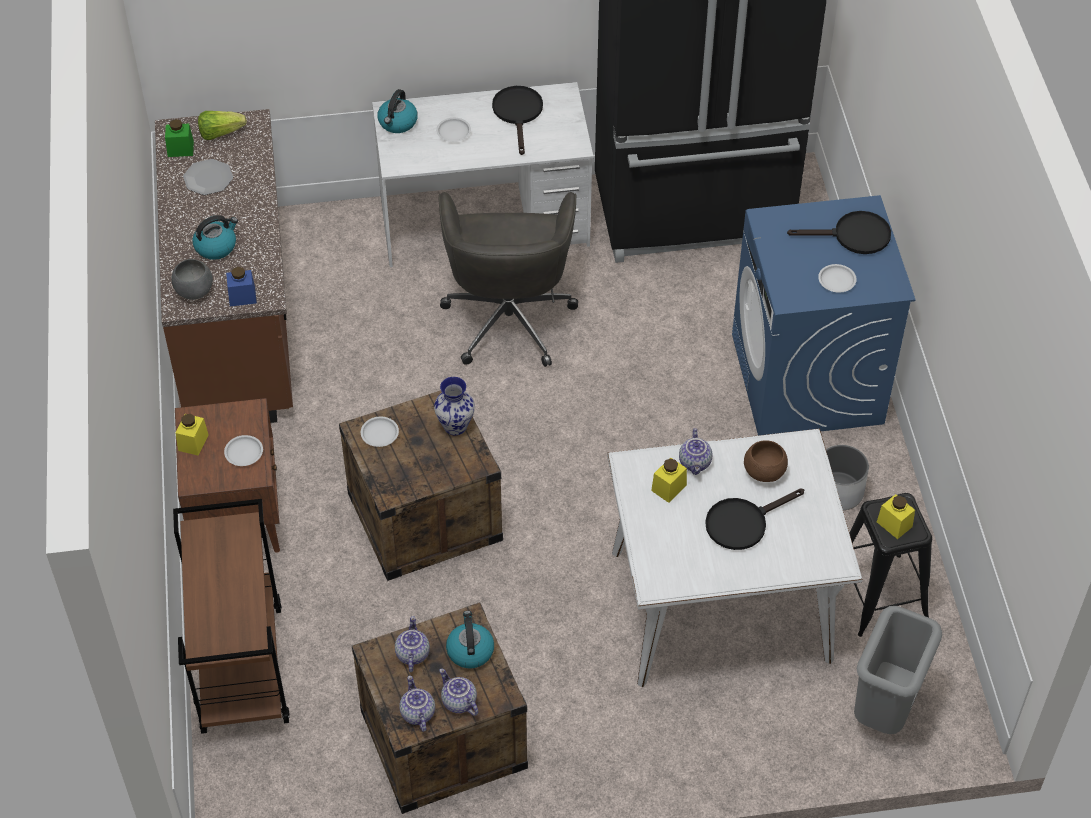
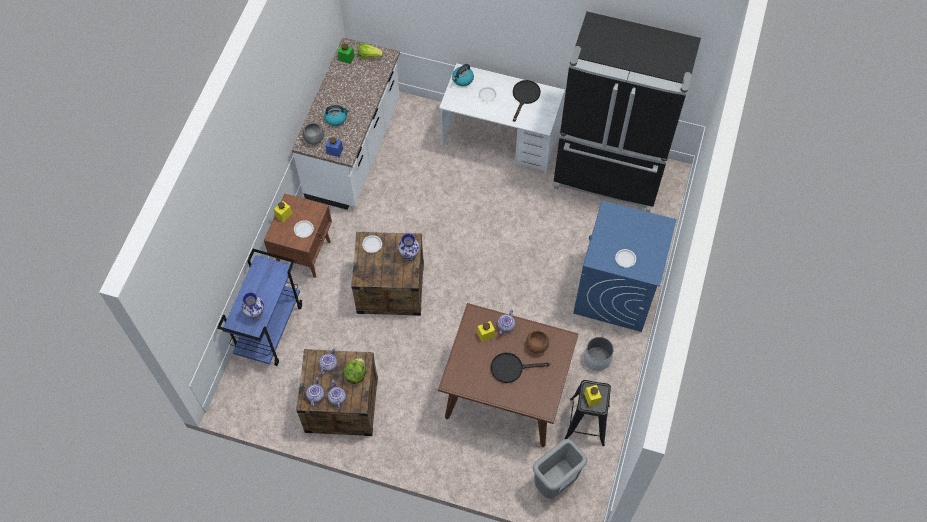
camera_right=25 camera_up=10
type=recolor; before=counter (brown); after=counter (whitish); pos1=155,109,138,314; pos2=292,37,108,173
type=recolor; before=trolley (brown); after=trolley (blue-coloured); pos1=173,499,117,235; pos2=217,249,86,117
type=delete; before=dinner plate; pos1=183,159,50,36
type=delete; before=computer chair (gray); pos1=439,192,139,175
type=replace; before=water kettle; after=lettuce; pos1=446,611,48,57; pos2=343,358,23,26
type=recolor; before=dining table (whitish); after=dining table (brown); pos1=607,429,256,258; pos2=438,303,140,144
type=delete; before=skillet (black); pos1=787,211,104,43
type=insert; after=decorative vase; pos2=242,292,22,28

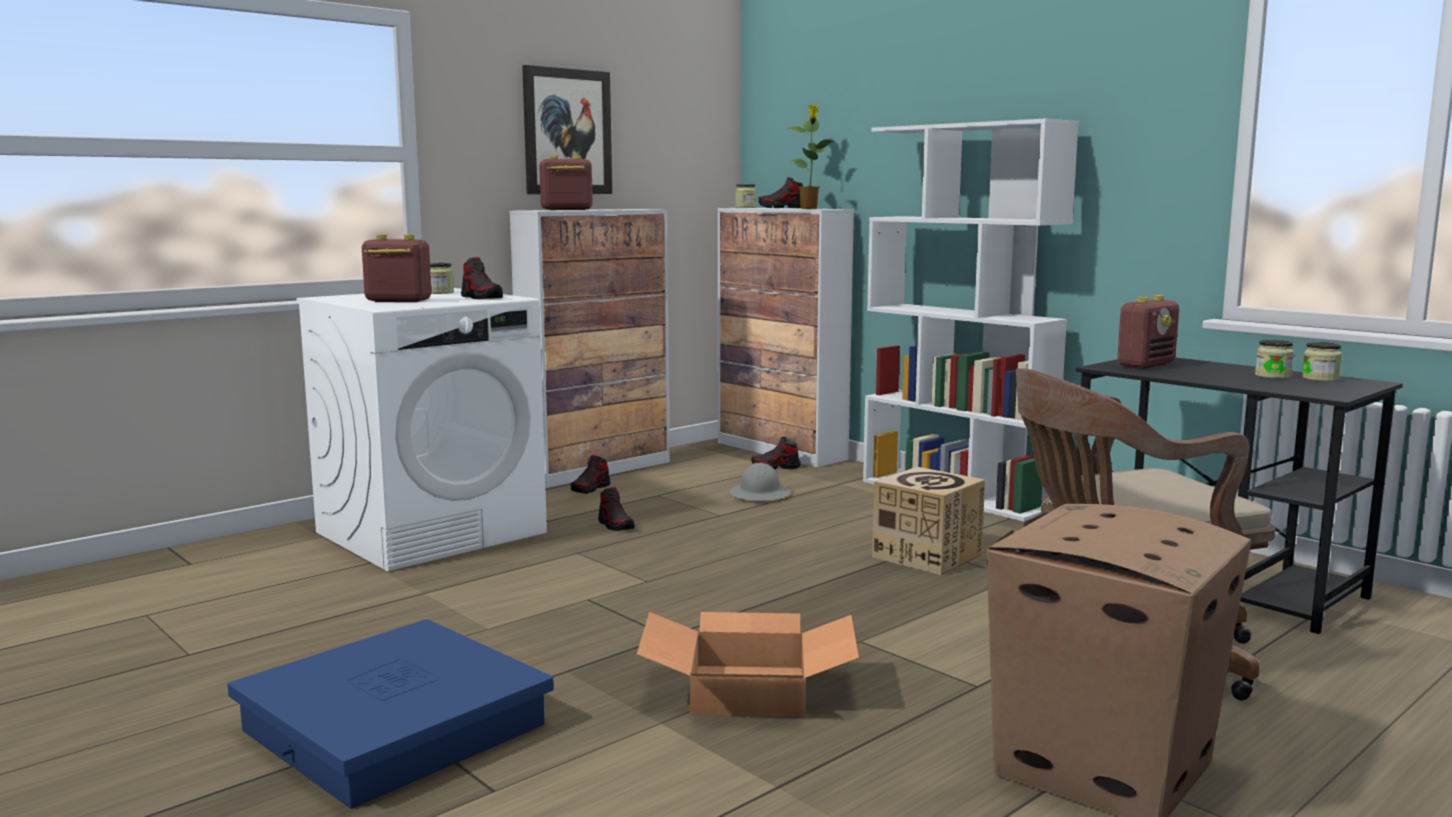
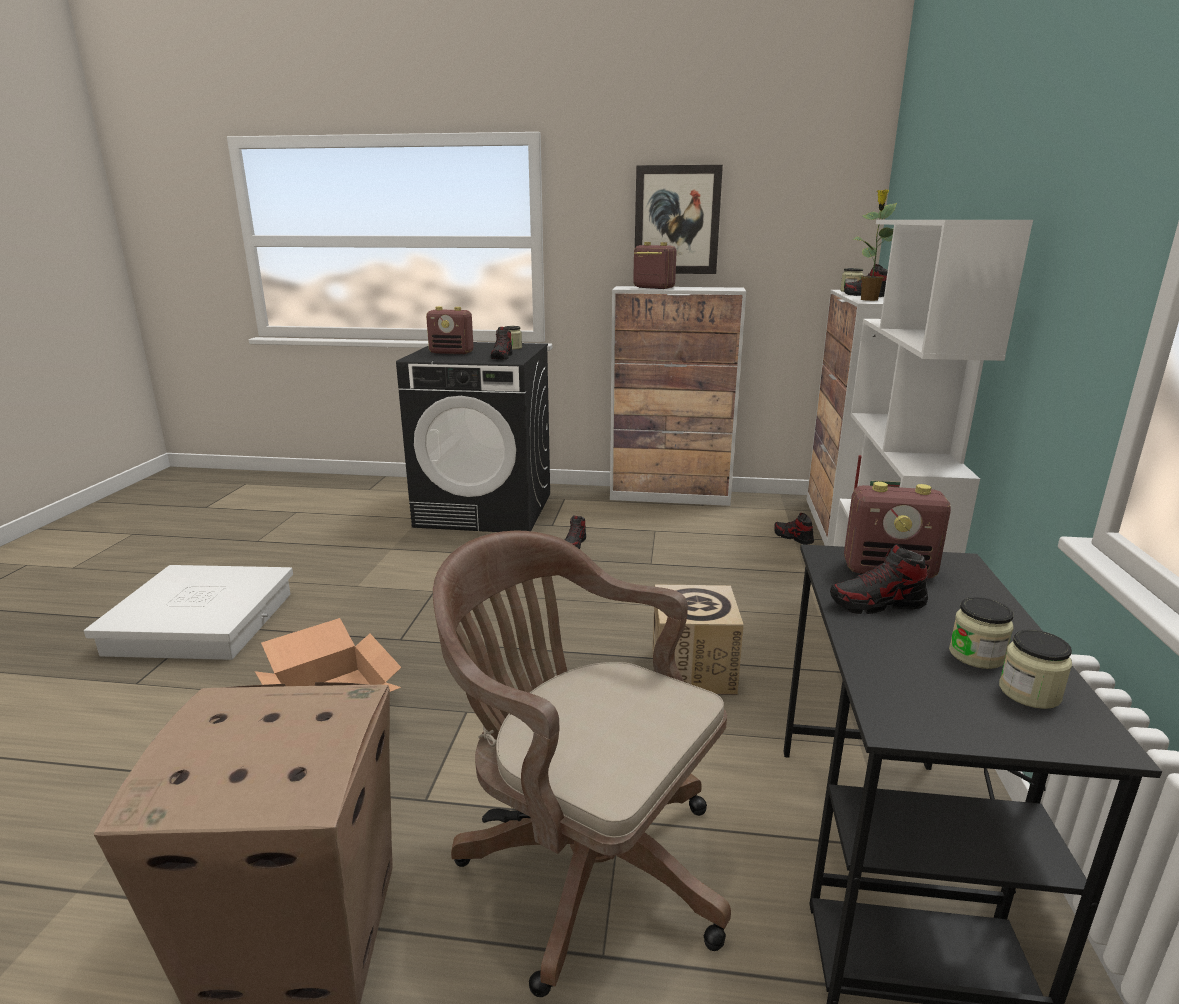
camera_right=50 camera_up=10
type=recolor; before=storage bin (blue-coloured); after=storage bin (whitish); pos1=227,619,327,190; pos2=84,565,209,95
type=recolor; before=washing machine (whitish); after=washing machine (black); pos1=296,288,251,283; pos2=396,342,154,190
type=rotate; before=radio receiver; pos1=362,235,69,67; pos2=426,306,48,49; turn=135
type=move; before=low shoe; pos1=571,455,39,39; pos2=830,544,98,70
type=delete; before=safety helmet (gray); pos1=730,462,60,39

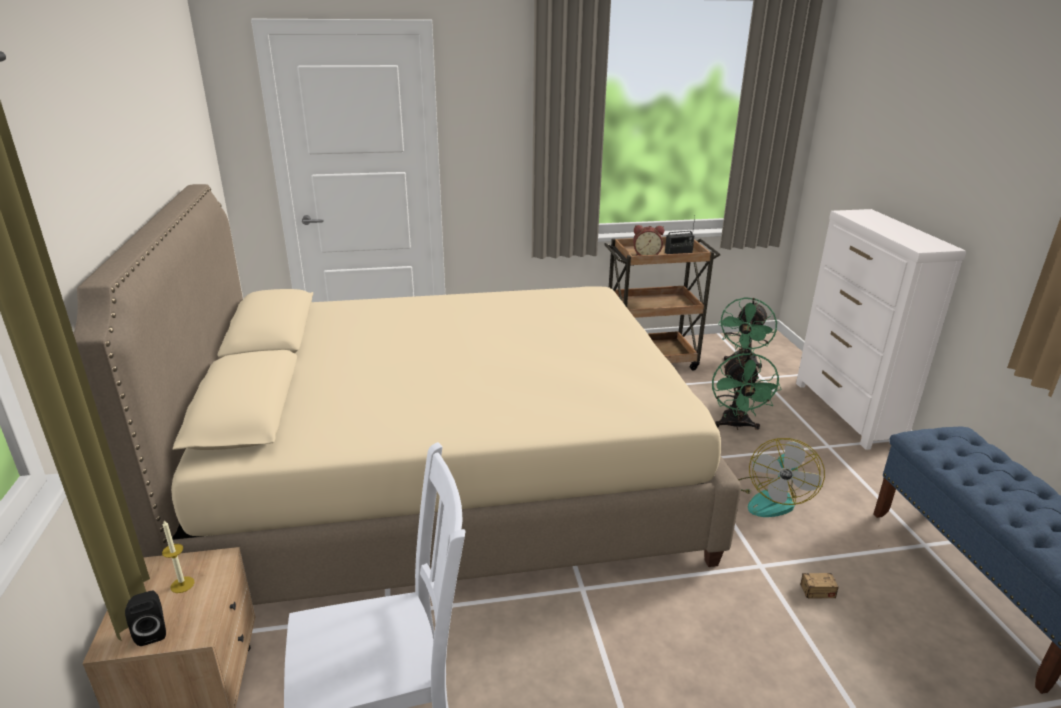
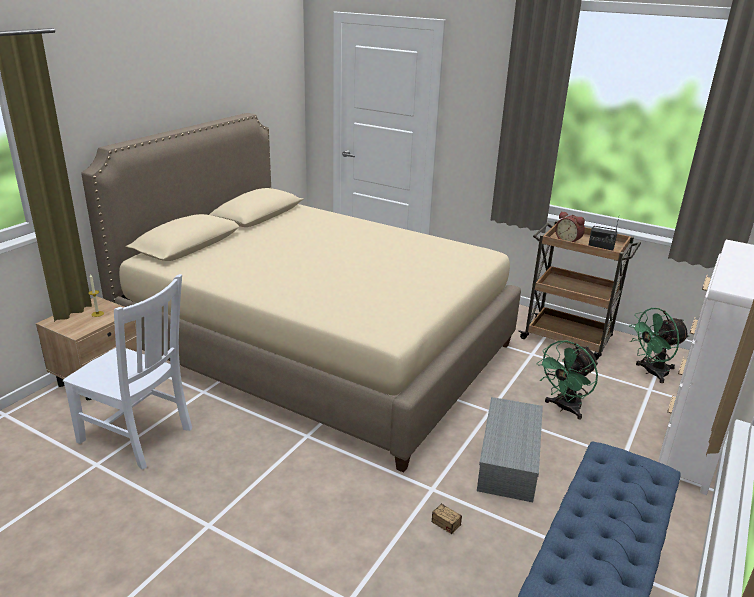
camera_right=40 camera_up=0
type=delete; before=speaker (black); pos1=125,591,41,55
type=replace; before=fan; after=storage bin (gray); pos1=738,438,87,79; pos2=477,397,66,105

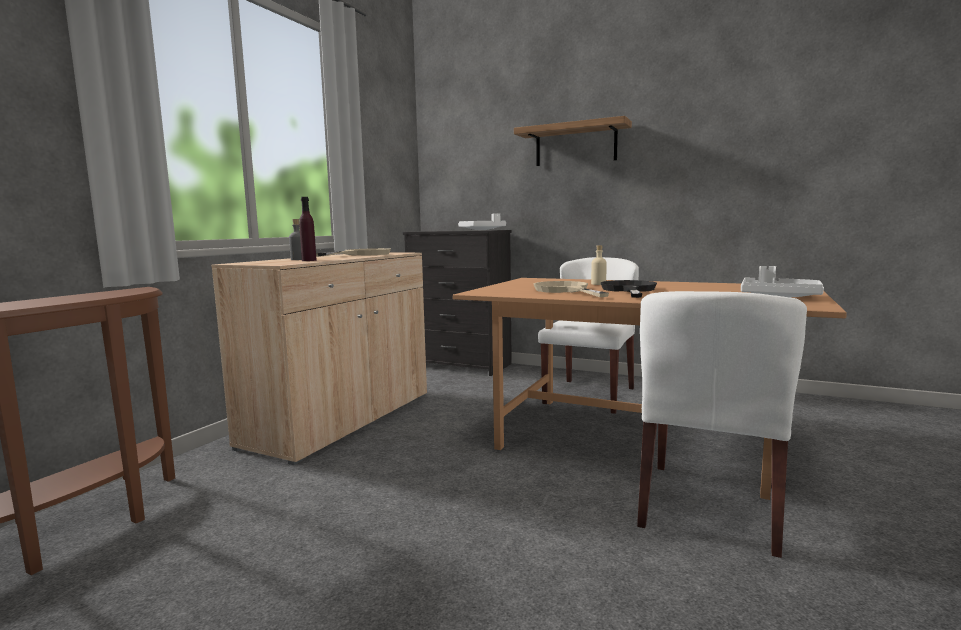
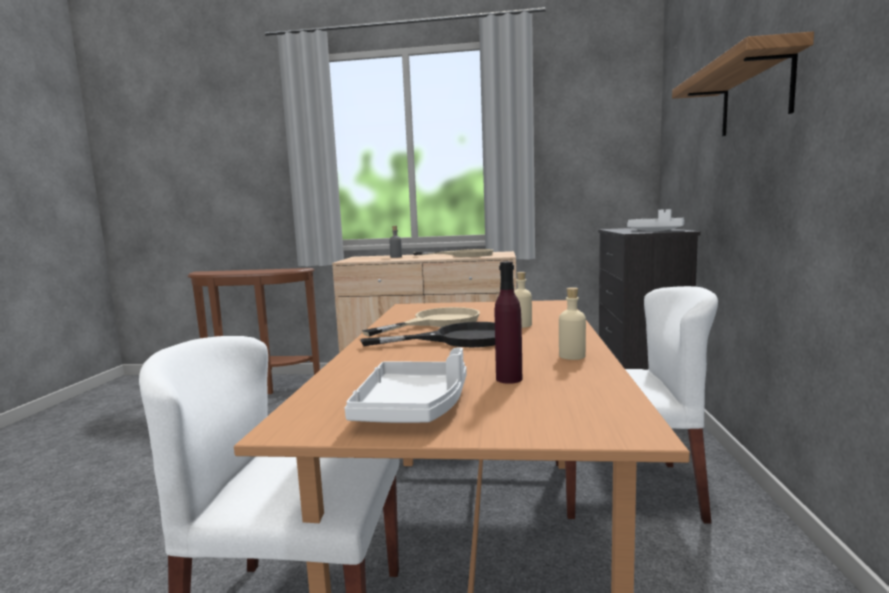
camera_right=70 camera_up=0
type=move; before=beverage bottle (purplish); pos1=299,197,18,64; pos2=495,261,27,123
type=insert; after=beverage bottle (beige-coloured); pos2=559,287,27,73

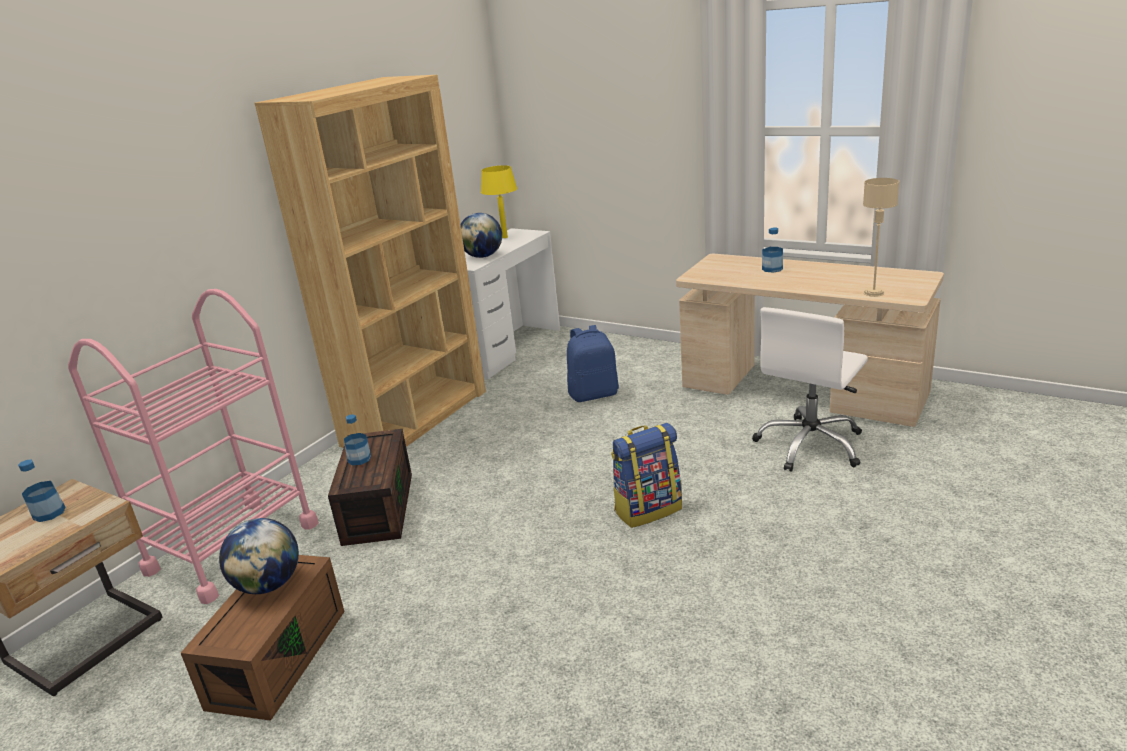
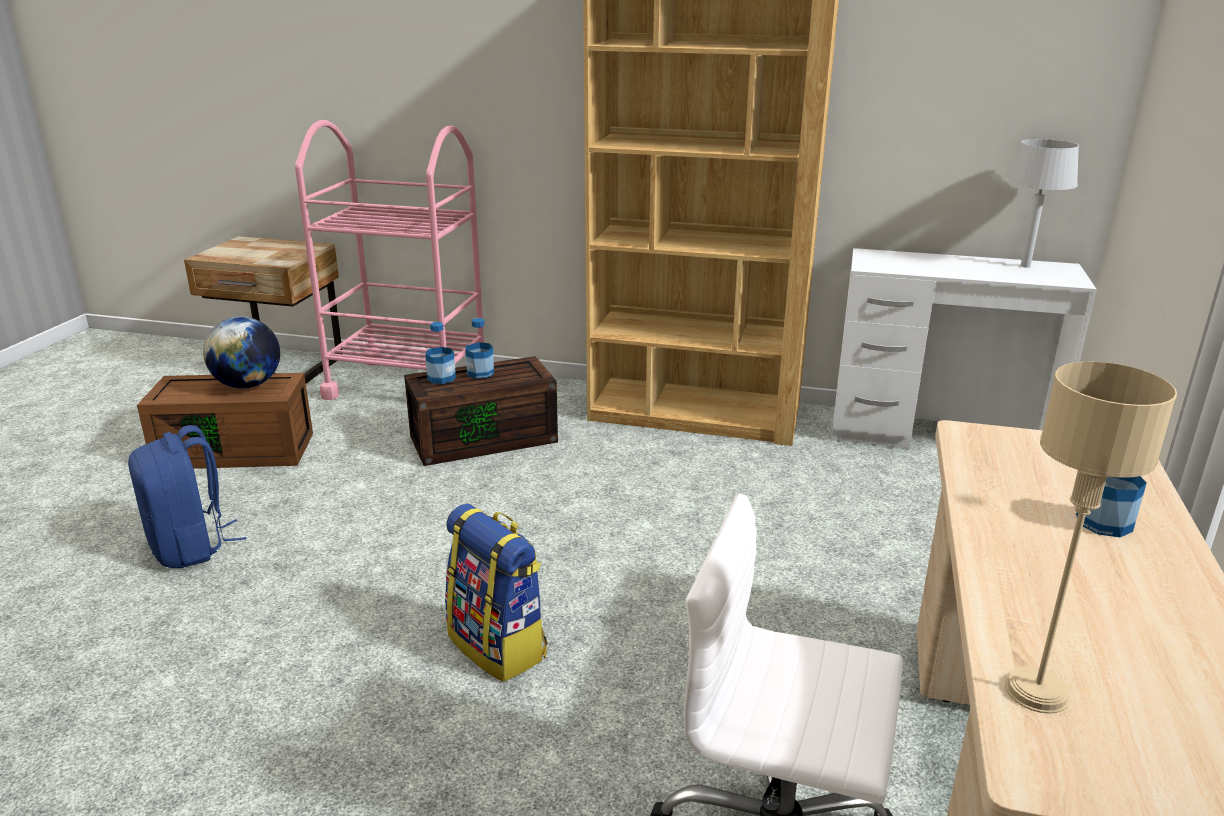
camera_right=70 camera_up=0
type=move; before=beverage bottle; pos1=18,459,48,63; pos2=425,322,31,62
type=delete; before=world globe; pos1=460,213,42,45
type=recolor; before=table lamp (yellow-coloured); after=table lamp (gray); pos1=481,165,36,73; pos2=1007,139,72,129
type=move; before=knapsack (blue-coloured); pos1=567,325,52,77; pos2=128,425,118,143

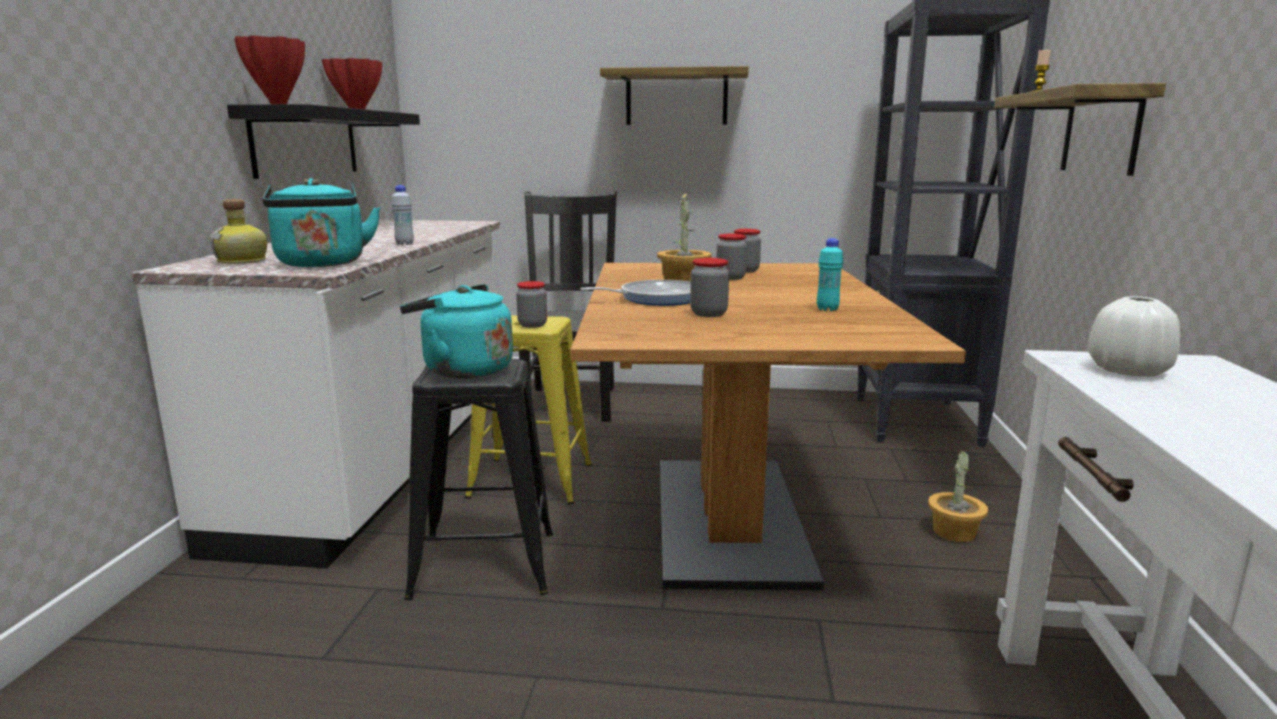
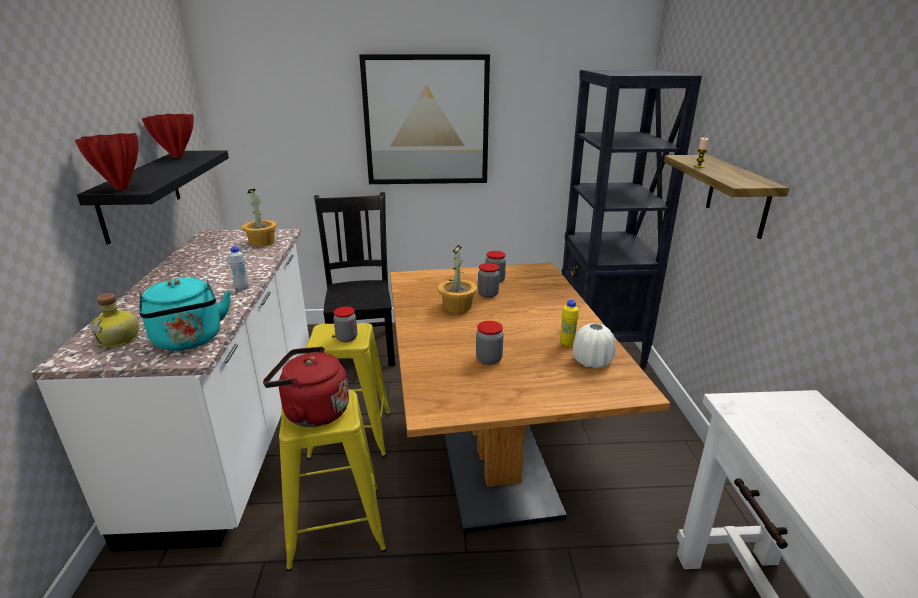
camera_right=-10 camera_up=10
type=recolor; before=water kettle (blue-green); after=water kettle (red-coloured); pos1=400,284,113,94; pos2=263,347,86,80
type=recolor; before=sitting stool (black); after=sitting stool (yellow-coloured); pos1=405,359,148,241; pos2=279,390,108,181
type=delete; before=skillet; pos1=580,280,111,26
type=replace; before=bracket shelf; after=wall picture; pos1=600,66,149,59; pos2=359,54,131,130
type=recolor; before=beverage bottle (blue-green); after=beverage bottle (yellow-coloured); pos1=817,238,26,73; pos2=560,300,19,47
type=move; before=potted plant; pos1=928,447,60,95; pos2=242,189,35,58
type=move; before=decorative vase (whitish); pos1=1088,296,92,81; pos2=573,323,43,46

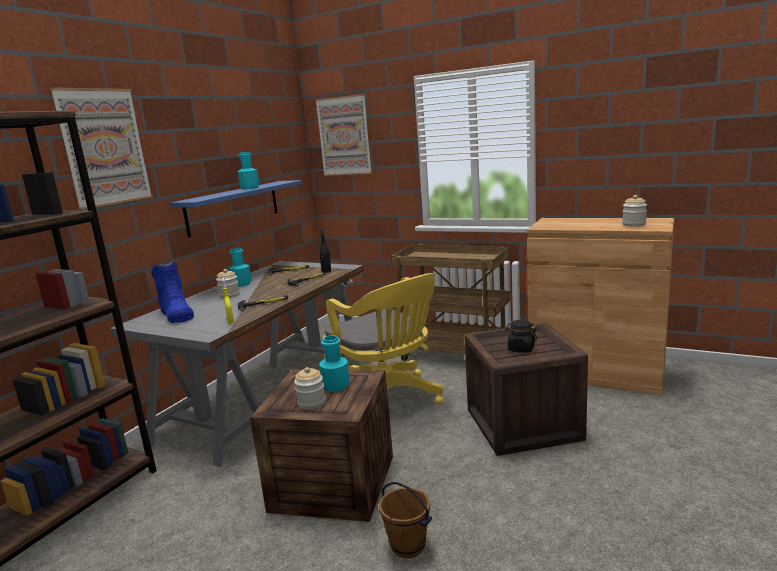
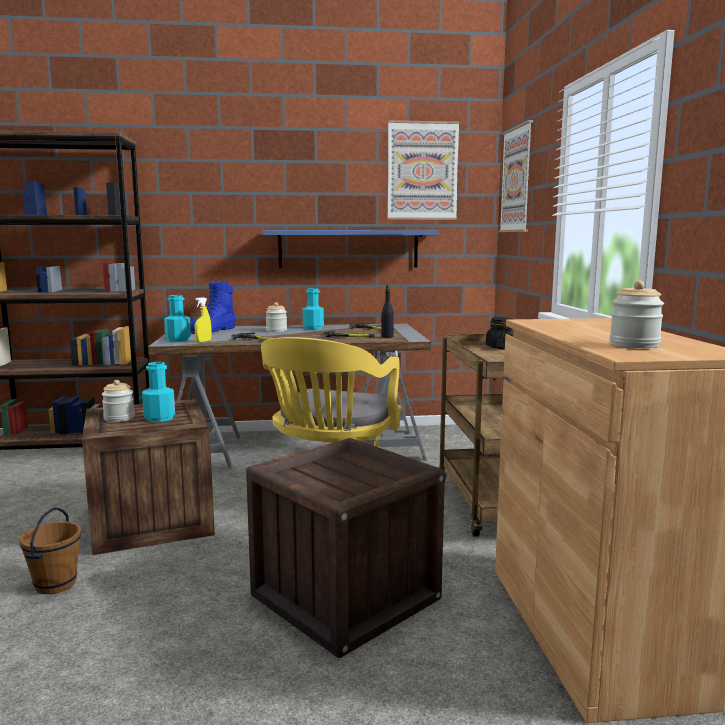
camera_right=55 camera_up=-5
type=move; before=wall picture; pos1=50,87,103,123; pos2=388,120,71,100
type=move; before=beverage bottle (blue-green); pos1=237,152,23,38; pos2=164,295,27,47
type=move; before=preserve jar (black); pos1=505,320,32,33; pos2=486,317,28,32

